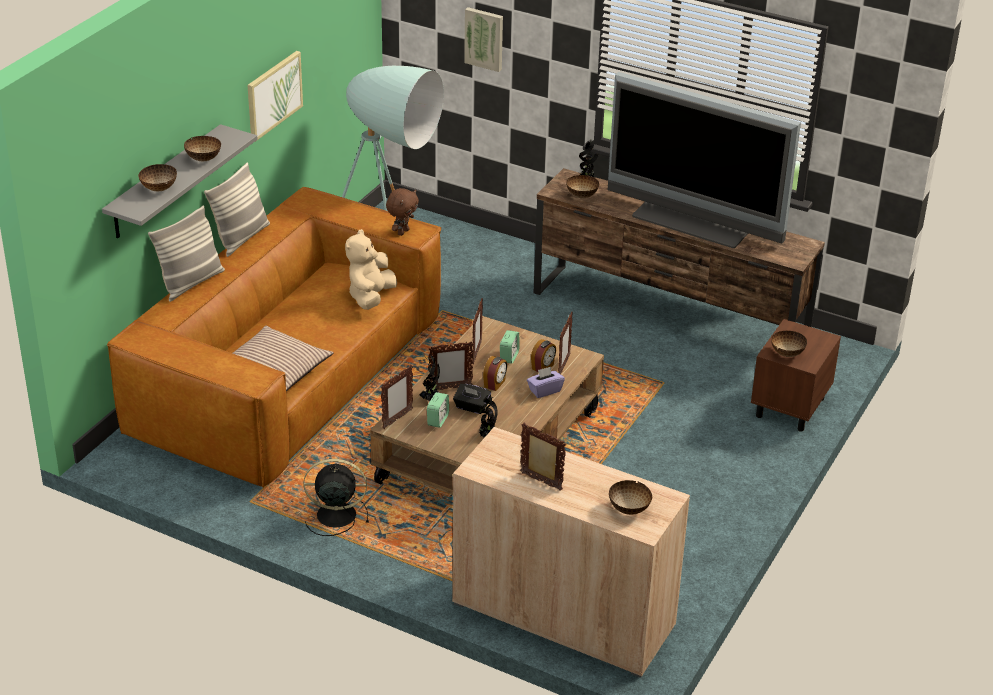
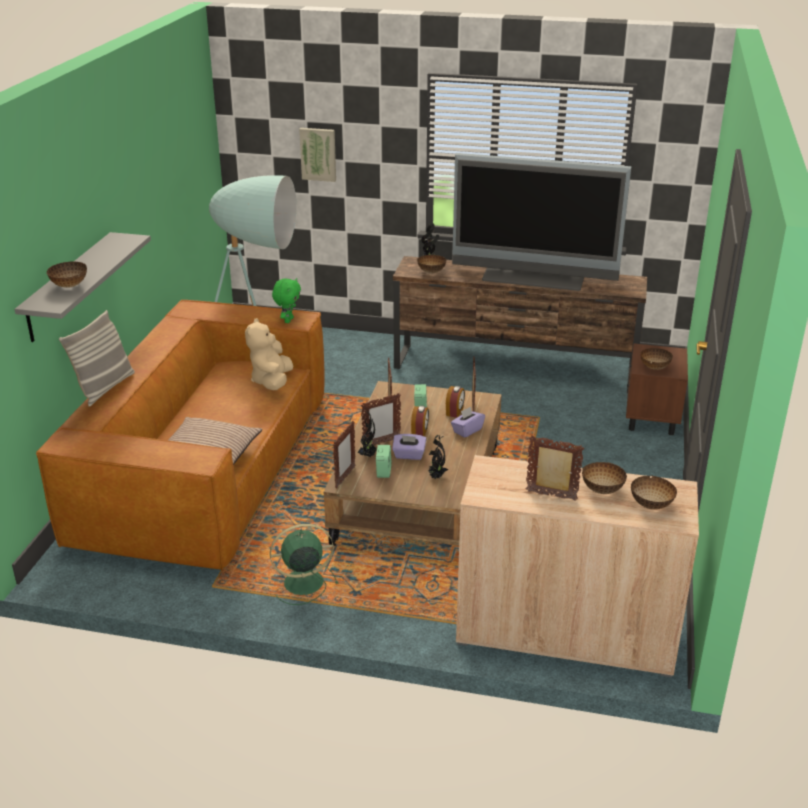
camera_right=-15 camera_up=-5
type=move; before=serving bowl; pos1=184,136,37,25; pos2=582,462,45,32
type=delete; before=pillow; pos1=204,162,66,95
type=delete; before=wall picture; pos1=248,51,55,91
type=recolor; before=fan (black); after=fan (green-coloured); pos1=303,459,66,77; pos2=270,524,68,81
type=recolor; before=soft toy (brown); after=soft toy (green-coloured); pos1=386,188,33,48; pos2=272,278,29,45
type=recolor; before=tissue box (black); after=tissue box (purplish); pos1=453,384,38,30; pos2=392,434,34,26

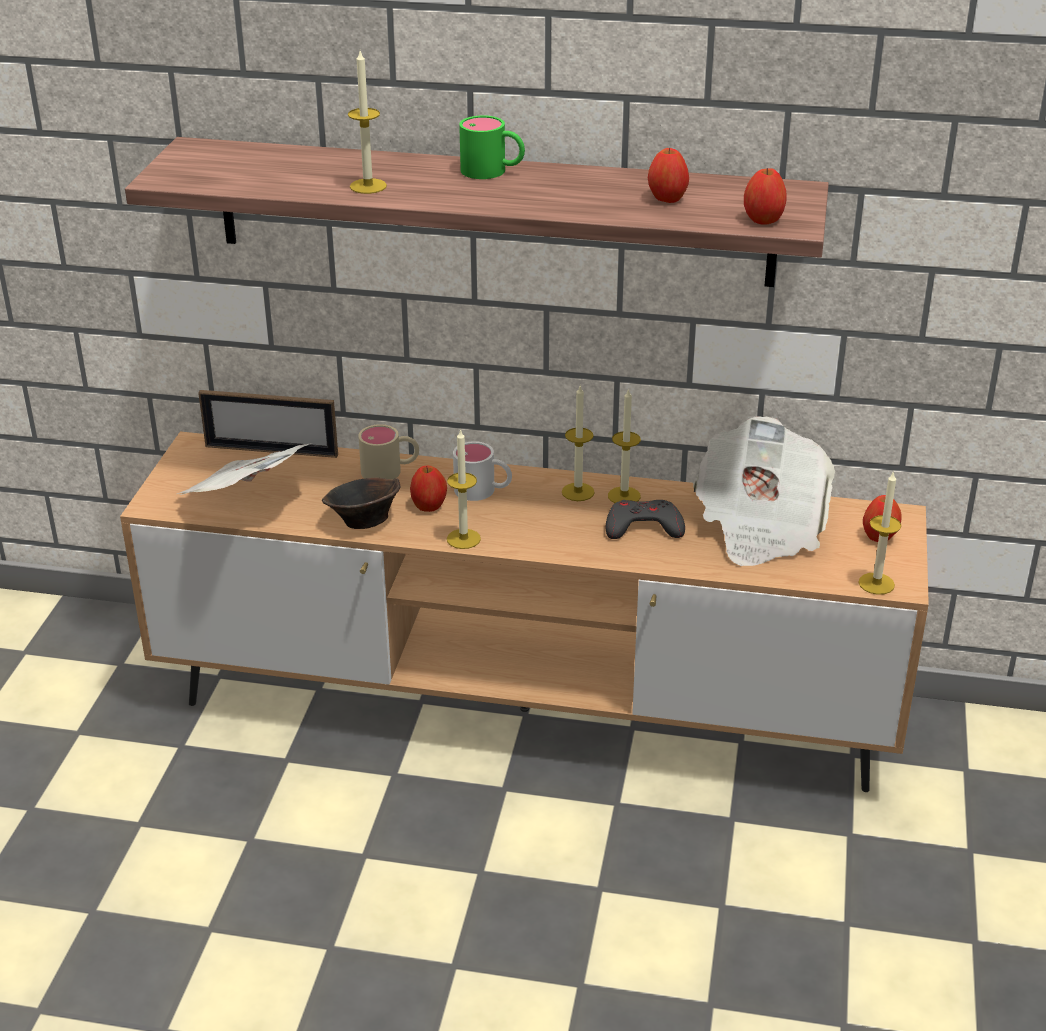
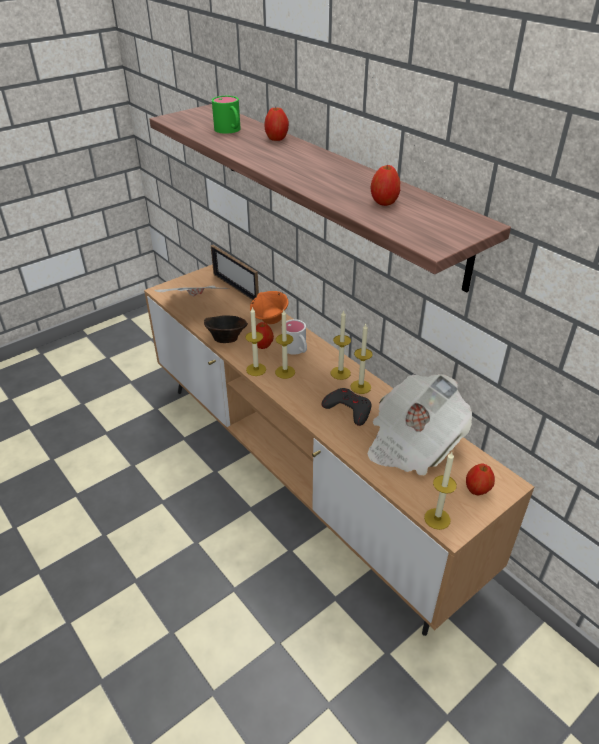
camera_right=40 camera_up=5
type=move; before=candle; pos1=348,51,39,143; pos2=275,310,20,69
type=replace; before=coffee mug (beige-coloured); after=serving bowl (orange-coloured); pos1=358,424,61,55; pos2=250,291,39,33
type=move; before=coffee mug (green-coloured); pos1=459,115,66,64; pos2=212,96,29,38
type=move; before=whole apple; pos1=744,168,43,57; pos2=264,106,25,35

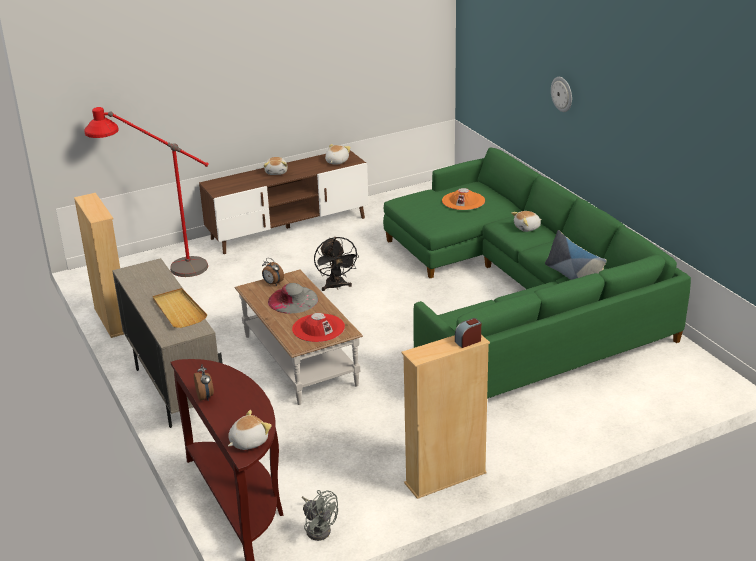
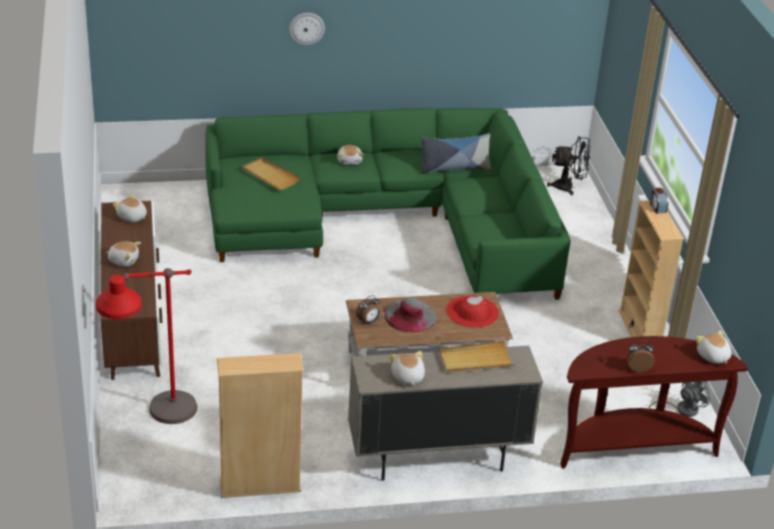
camera_right=-75 camera_up=5
type=move; before=fan (black); pos1=314,237,45,54; pos2=547,137,44,58
type=replace; before=wearable hat (orange-coloured); after=tray (beige-coloured); pos1=442,188,43,22; pos2=242,158,58,32
type=insert; after=soft toy; pos2=390,351,35,35

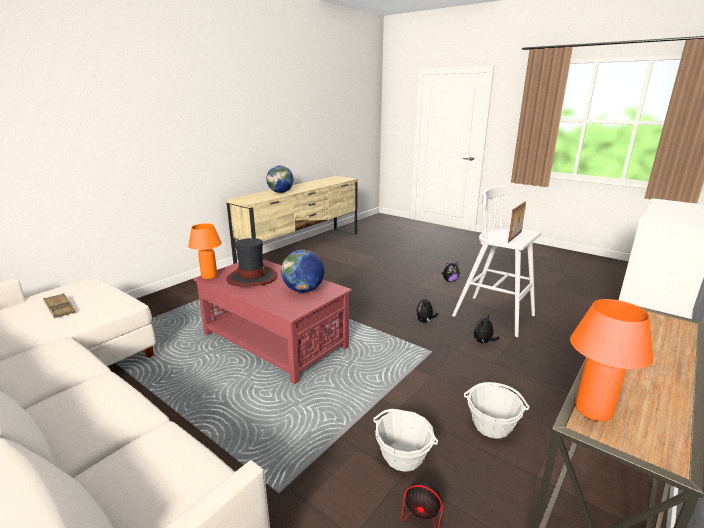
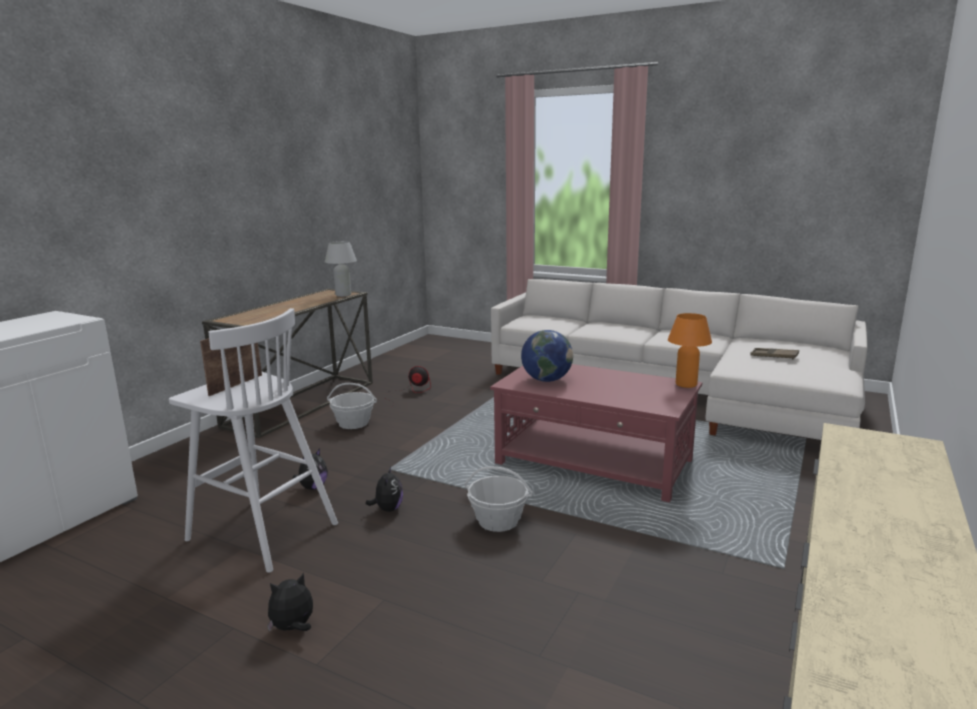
camera_right=170 camera_up=-5
type=delete; before=wearable hat; pos1=227,238,50,48
type=delete; before=world globe; pos1=267,166,27,27
type=move; before=household basket; pos1=373,409,65,63; pos2=464,466,69,66
type=recolor; before=table lamp (orange-coloured); after=table lamp (whitish); pos1=570,299,83,122; pos2=325,241,32,56

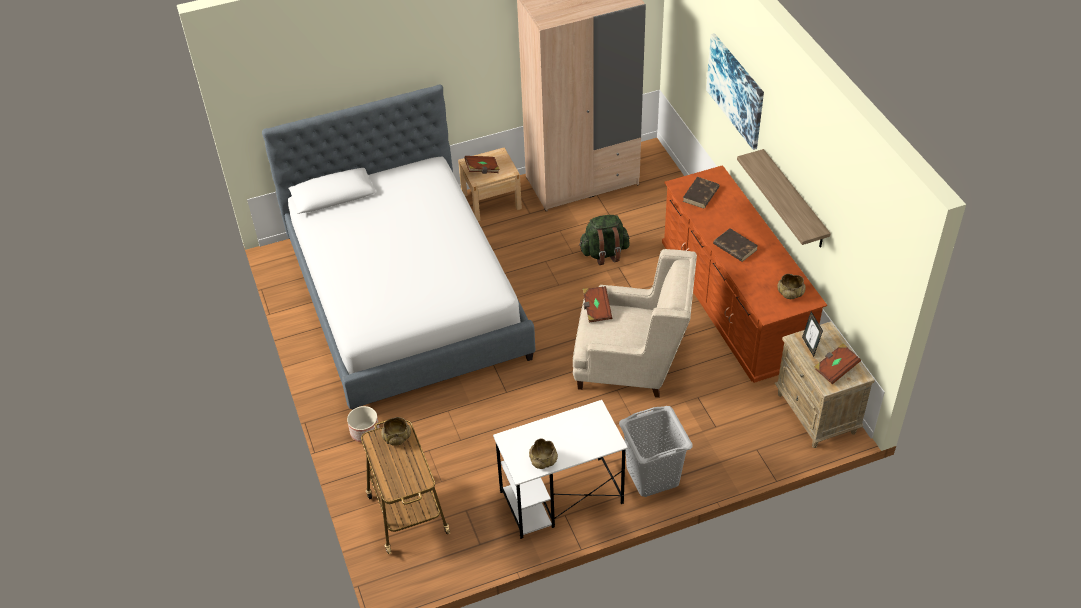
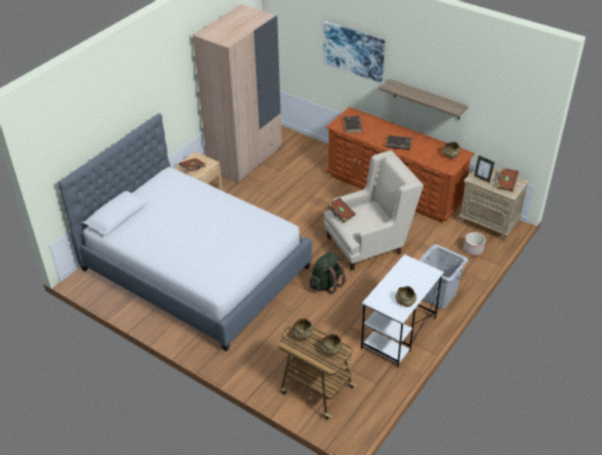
camera_right=-35 camera_up=-5
type=move; before=flower pot; pos1=347,406,33,36; pos2=464,232,22,24
type=move; before=knapsack (green-coloured); pos1=579,215,51,50; pos2=310,252,36,42
type=insert; after=serving bowl (beige-coloured); pos2=320,334,22,22

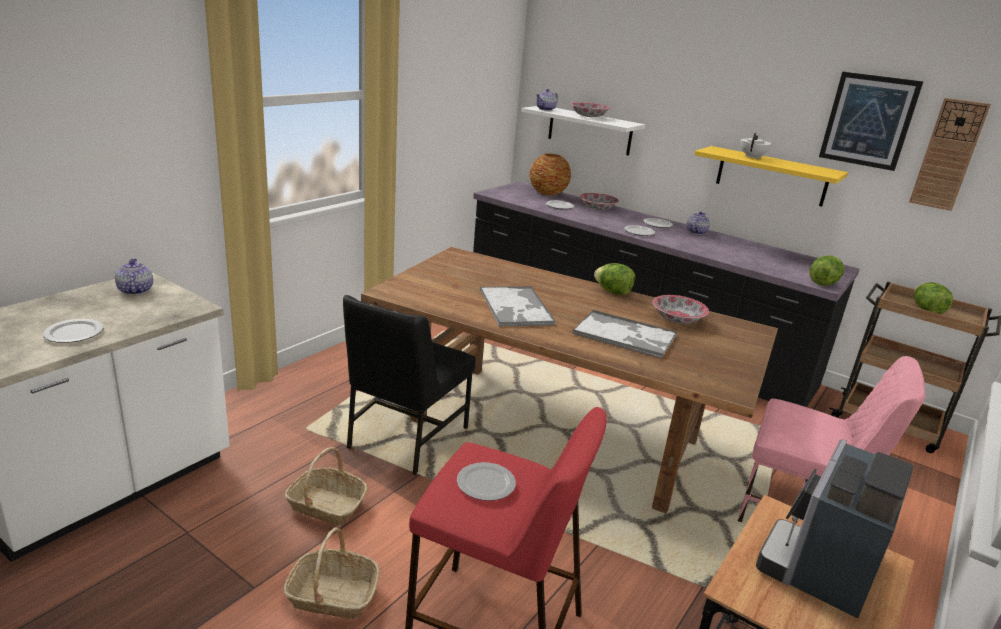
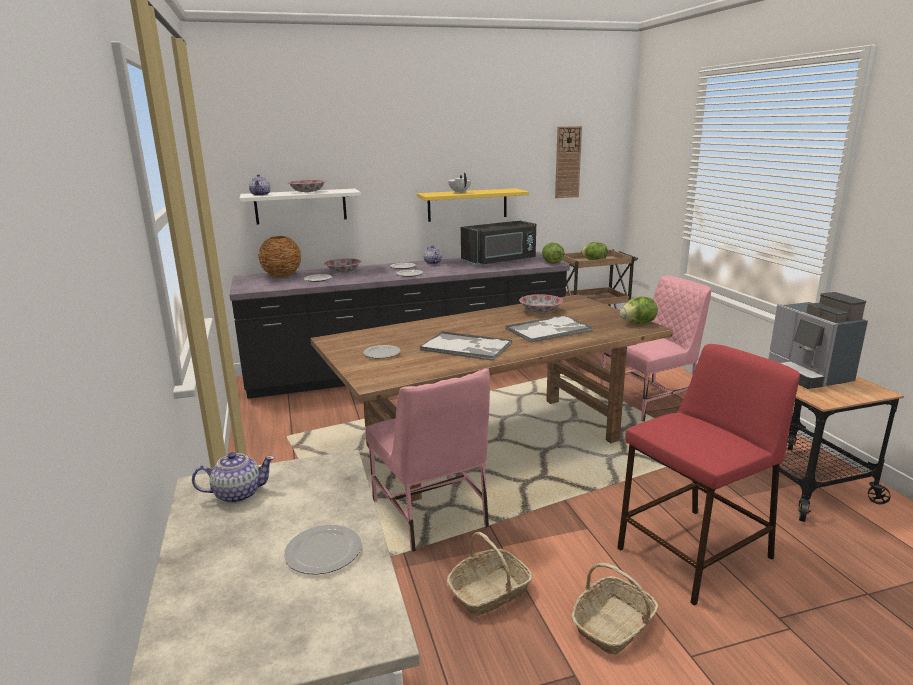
camera_right=-50 camera_up=-5
type=rotate; before=teapot; pos1=115,258,38,37; pos2=192,452,83,51; turn=150
type=recolor; before=chair (black); after=chair (pink-coloured); pos1=343,295,133,180; pos2=365,368,125,185
type=move; before=dinner plate; pos1=457,462,59,39; pos2=363,345,37,14
type=move; before=lettuce; pos1=594,263,41,32; pos2=620,297,38,27
type=delete; before=wall picture; pos1=819,72,105,99
type=insert; after=kitchen microwave (black); pos2=461,221,75,45

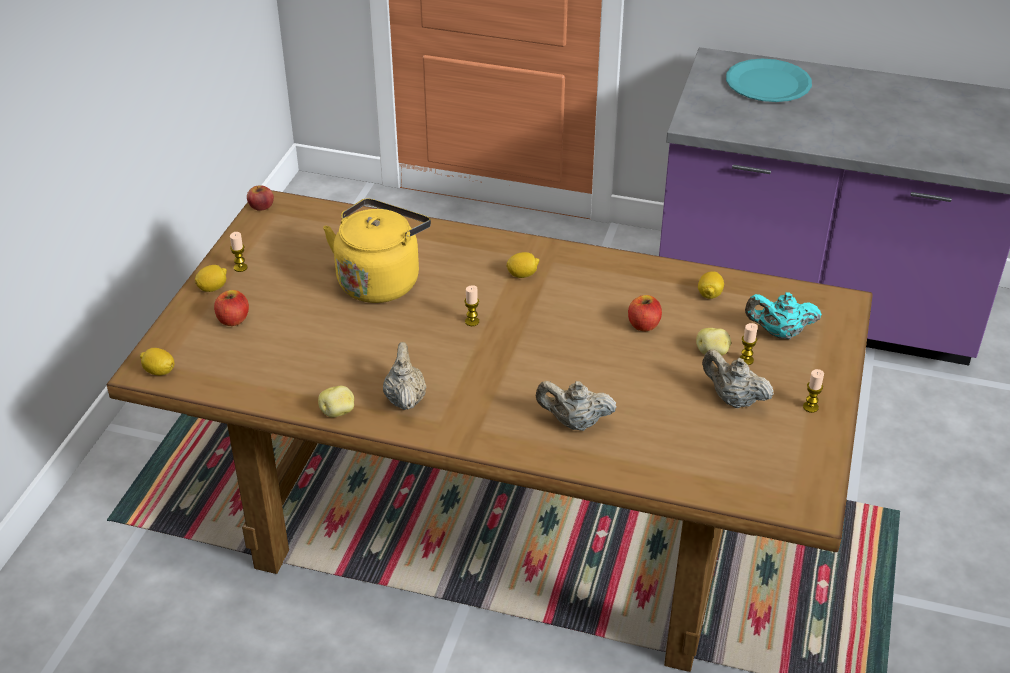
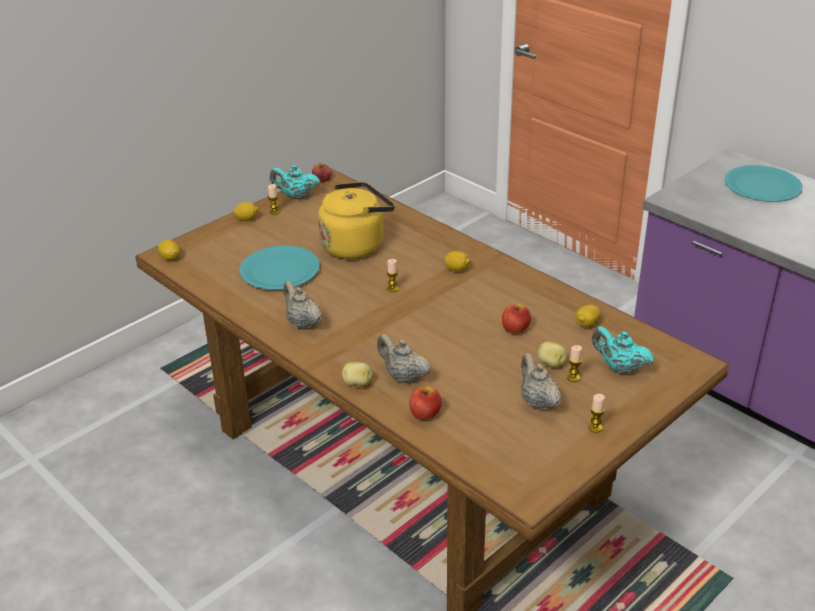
camera_right=30 camera_up=-5
type=move; before=whole apple; pos1=214,290,35,36; pos2=409,386,33,34
type=move; before=spud; pos1=318,386,36,31; pos2=342,362,31,25
type=rotate; before=teapot (beige-coloured); pos1=383,342,44,68; pos2=284,281,38,47; turn=-60
type=insert; after=dinner plate (blue-green); pos2=239,246,81,44
type=insert; after=teapot (blue-green); pos2=270,165,50,35

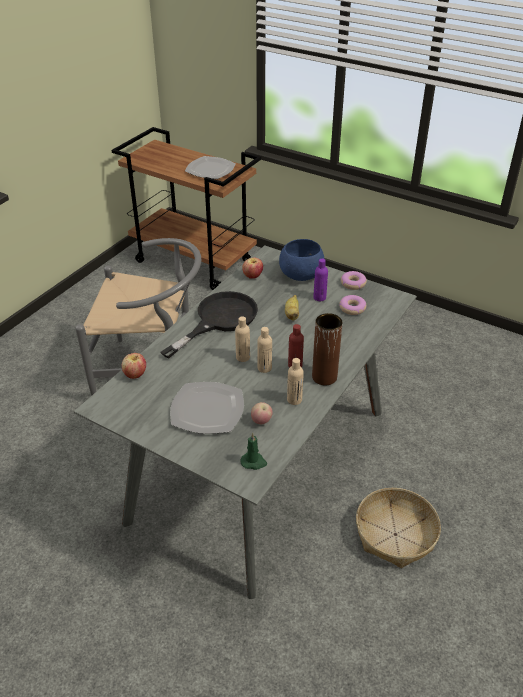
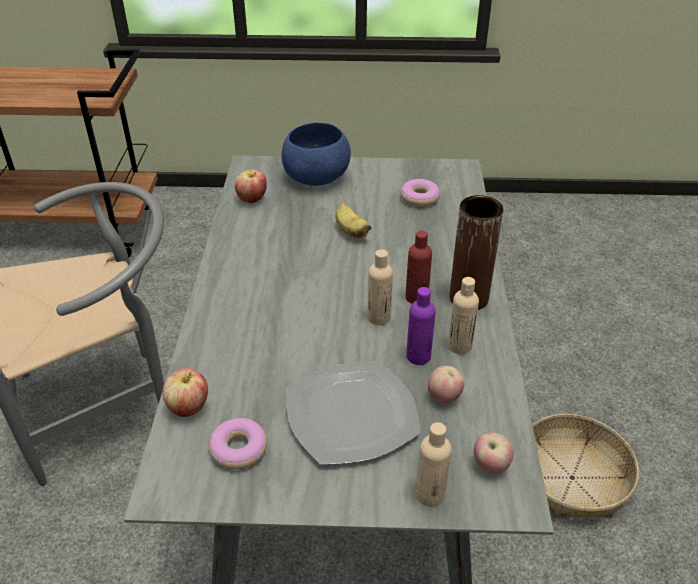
camera_right=-30 camera_up=0
type=delete; before=skillet (black); pos1=161,291,97,67
type=delete; before=dinner plate; pos1=185,156,51,23
type=move; before=beverage bottle (beige-coloured); pos1=235,316,15,46; pos2=416,422,36,85
type=replace; before=candle (green-coloured); after=whole apple; pos1=241,433,26,37; pos2=474,432,40,42
type=move; before=beverage bottle (purplish); pos1=313,259,15,42; pos2=406,287,30,78
type=move; before=donut; pos1=341,271,26,19; pos2=208,418,59,51

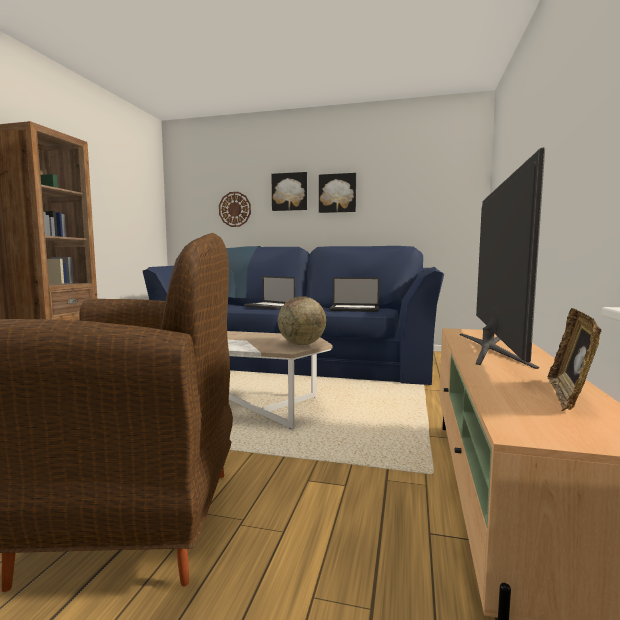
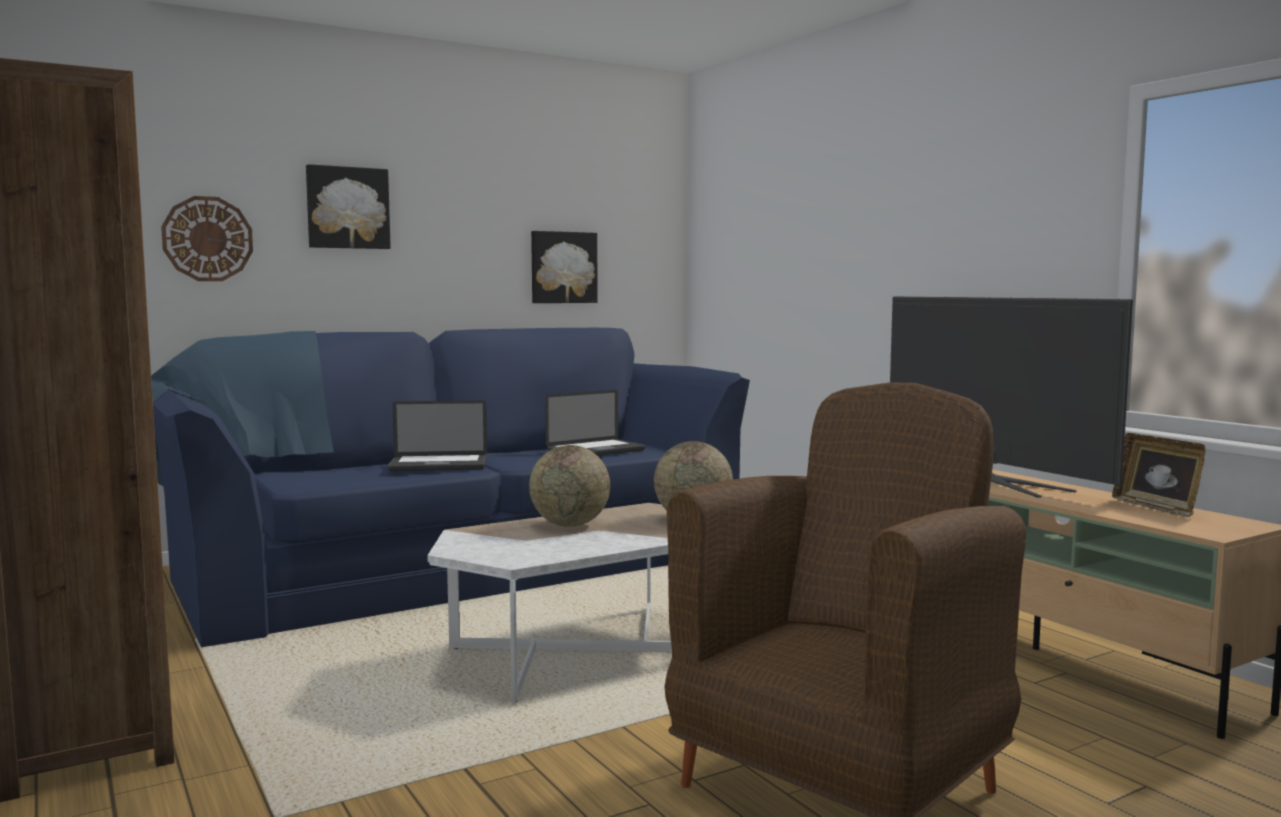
camera_right=-45 camera_up=0
type=move; before=wall picture; pos1=319,173,37,40; pos2=531,231,67,72
type=insert; after=world globe; pos2=529,445,81,82

